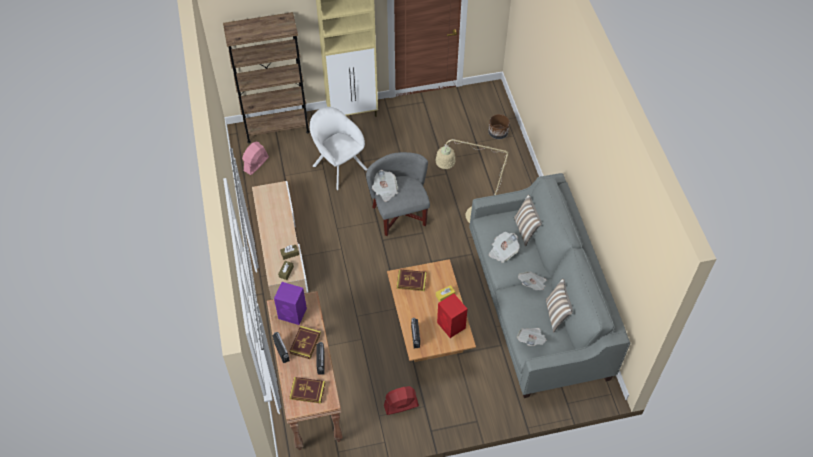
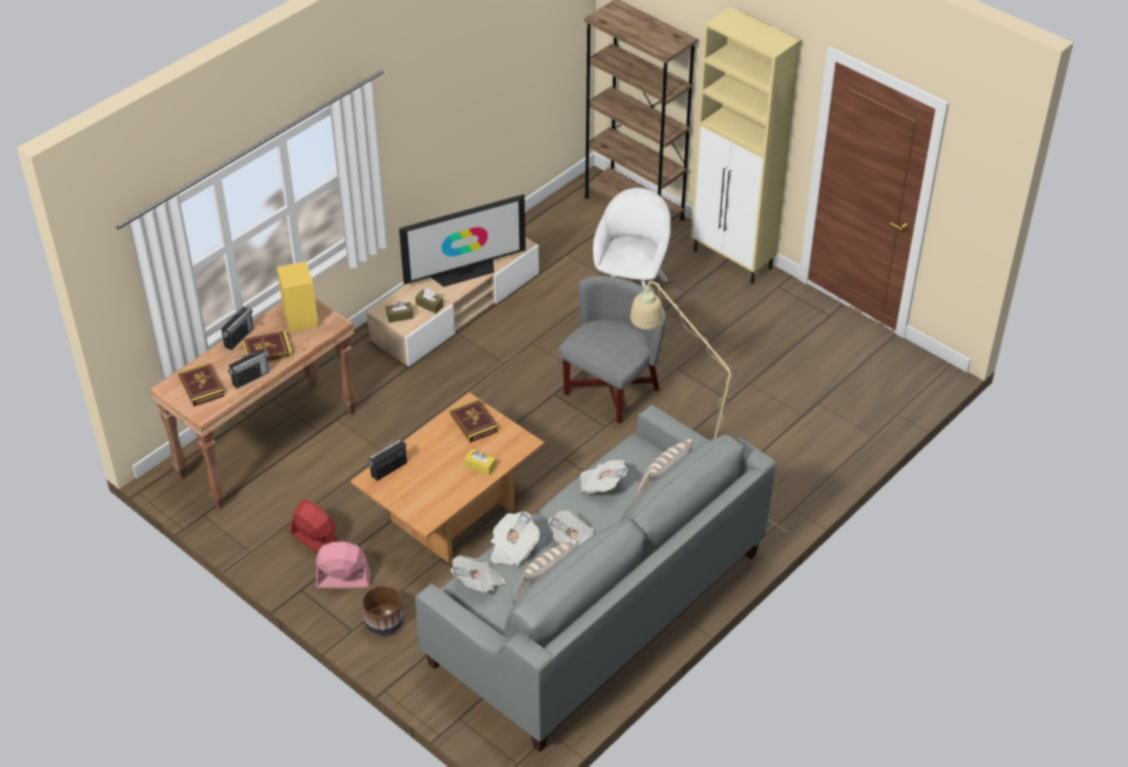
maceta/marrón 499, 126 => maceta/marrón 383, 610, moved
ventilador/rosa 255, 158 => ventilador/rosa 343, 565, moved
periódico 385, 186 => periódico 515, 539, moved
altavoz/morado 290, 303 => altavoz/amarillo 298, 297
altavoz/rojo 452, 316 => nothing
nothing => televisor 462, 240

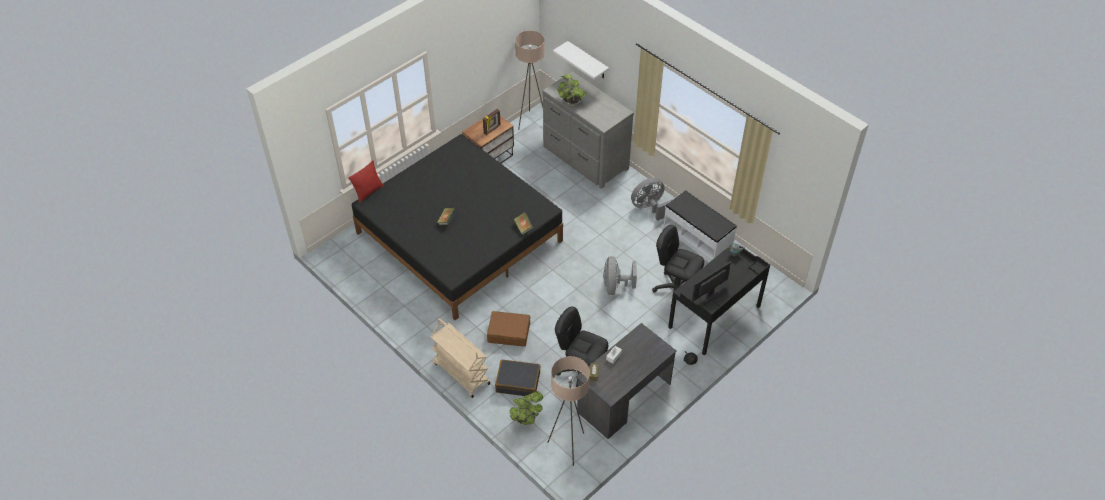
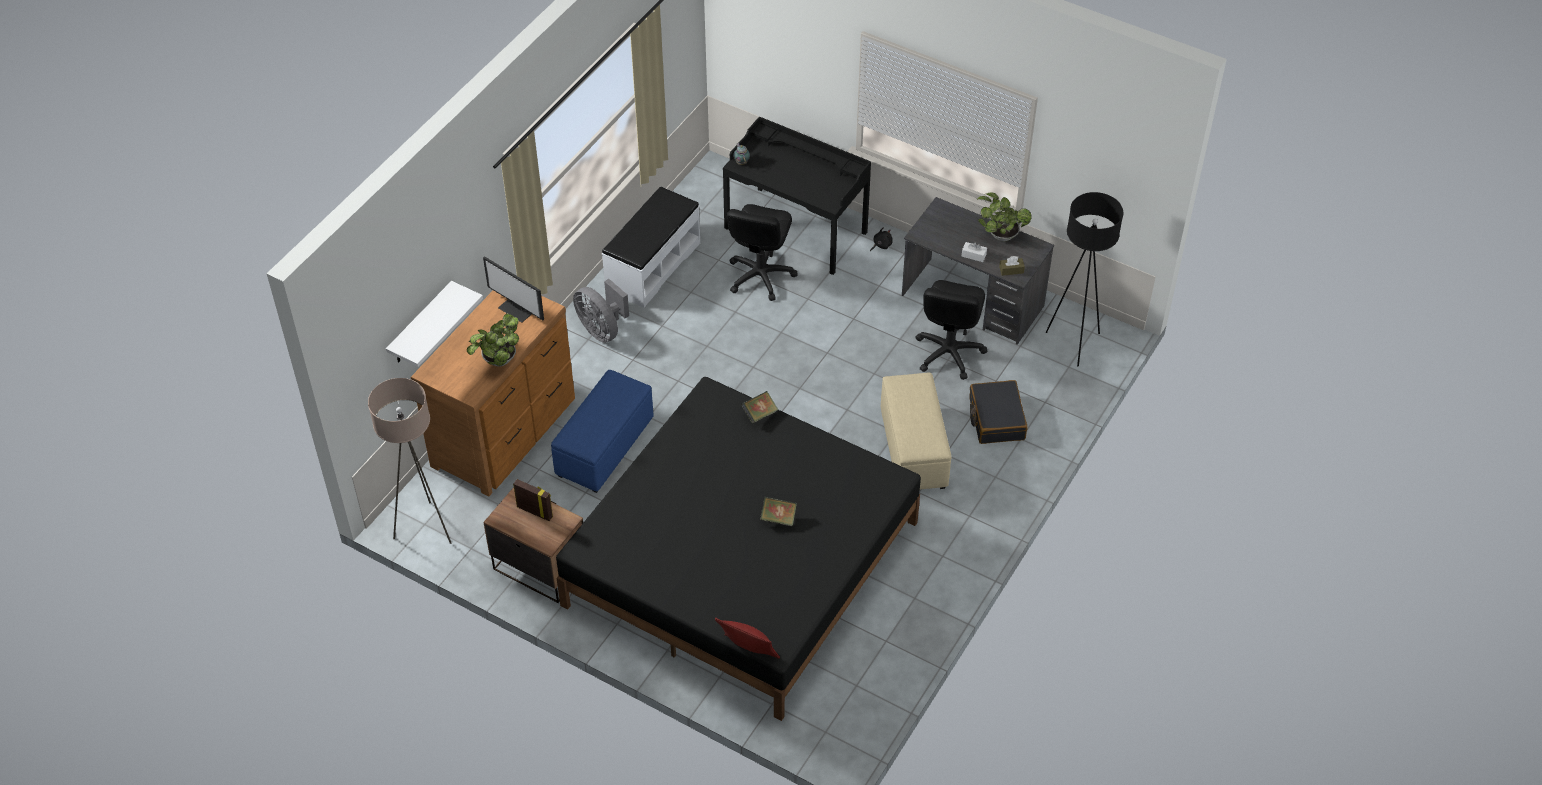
cómoda/gris 588, 130 => cómoda/marrón 493, 393
ventilador/gris 620, 275 => nothing
monitor 711, 282 => monitor 513, 289, moved
maleta/marrón 508, 329 => puf/beis 916, 430
carrito/beis 460, 358 => nothing
lámpara de pie/beis 568, 411 => lámpara de pie/negro 1084, 279
planta en maceta 526, 408 => planta en maceta 1004, 217, moved
nothing => puf/azul 602, 431

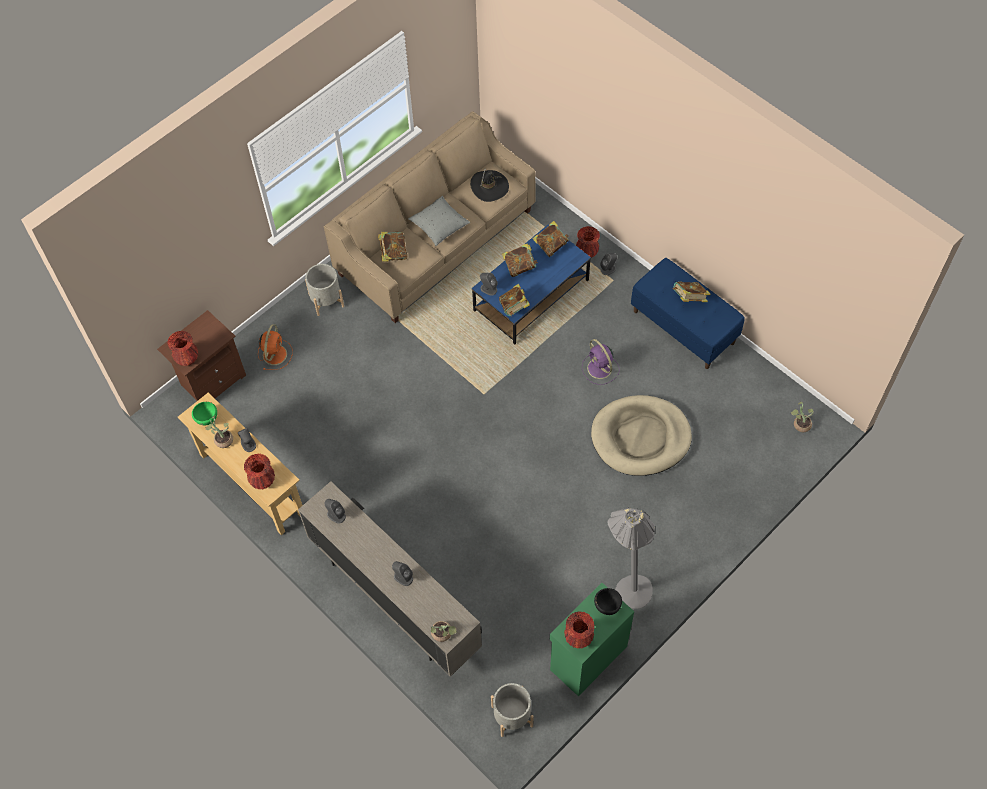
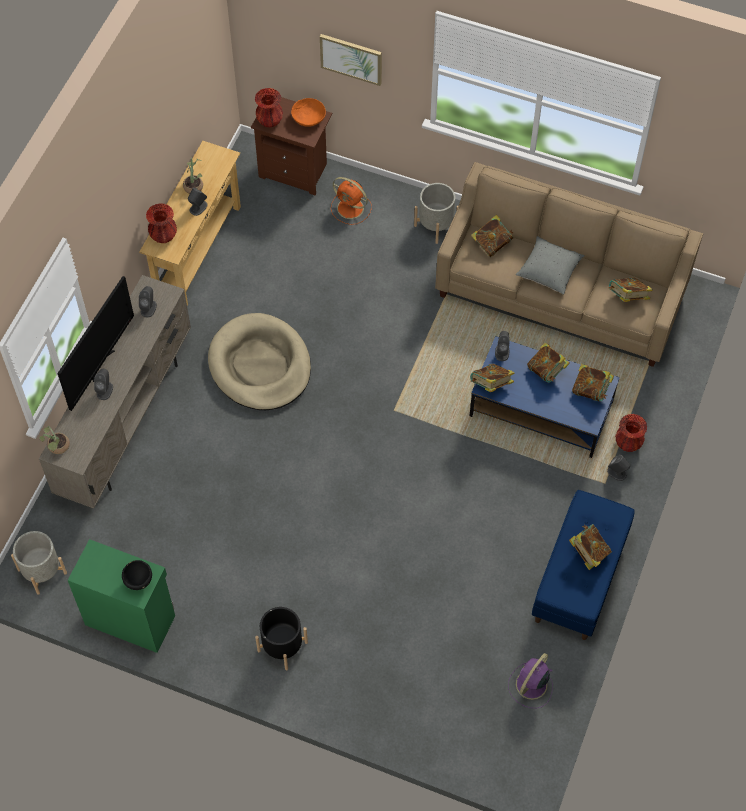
sombrero/negro 489, 185 => libro 631, 289
ventilador/naranja 275, 347 => ventilador/naranja 351, 201, 45 degrees clockwise
ventilador/morado 601, 362 => ventilador/morado 530, 680, moved
cama para perro/beis 641, 435 => cama para perro/beis 259, 361, moved
cuenco/verde 204, 414 => nothing
planta en maceta 802, 417 => nothing
lámpara de pie/gris 631, 558 => nothing
florero/rojo 579, 629 => nothing
nothing => cuadro 351, 60
nothing => cuenco/naranja 308, 112
nothing => televisor 95, 343
nothing => maceta/negro 281, 638

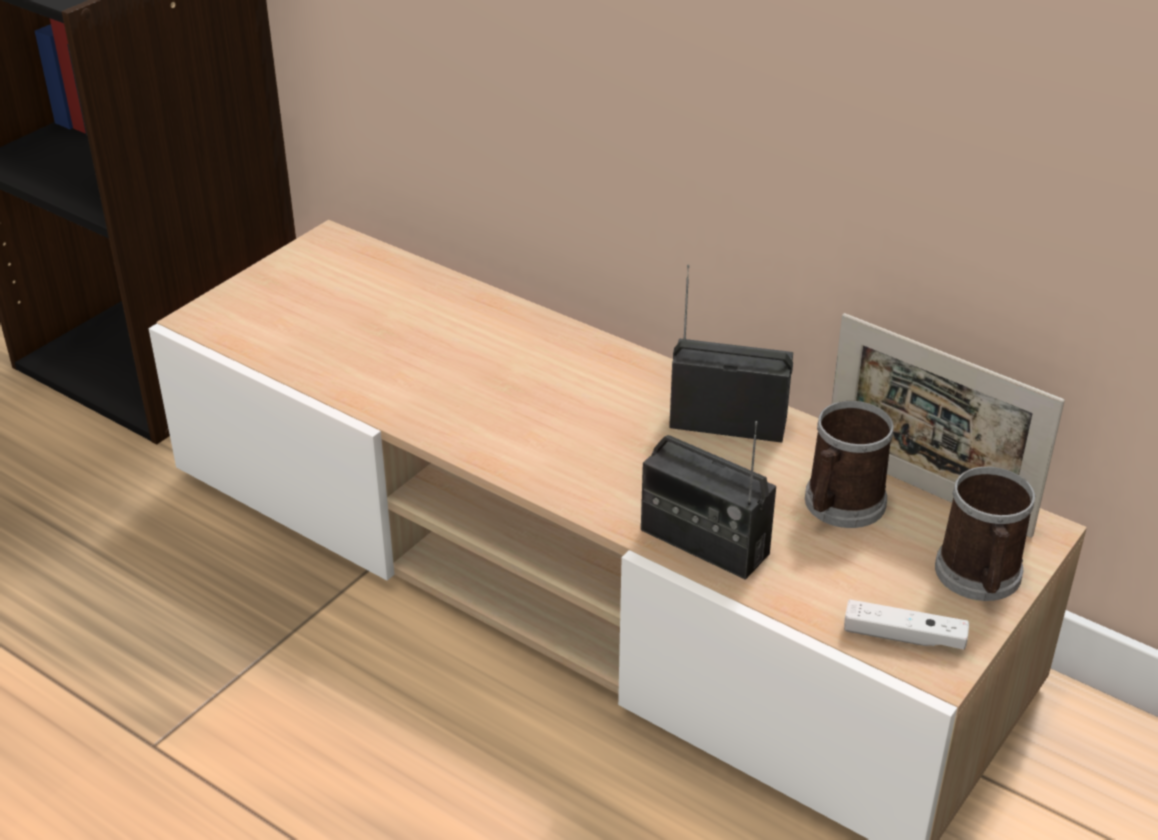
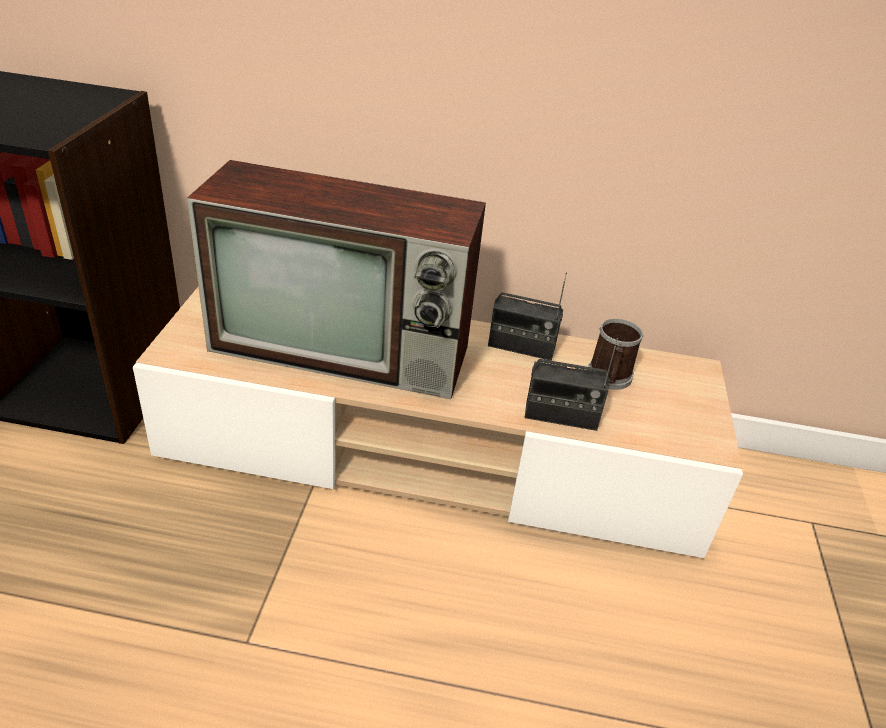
radio 731, 354 => radio 527, 317, 150 degrees counterclockwise
portarretratos 948, 425 => nothing
taza grande 985, 534 => nothing
mando de consola/blanco 906, 624 => nothing
nothing => televisor 336, 279

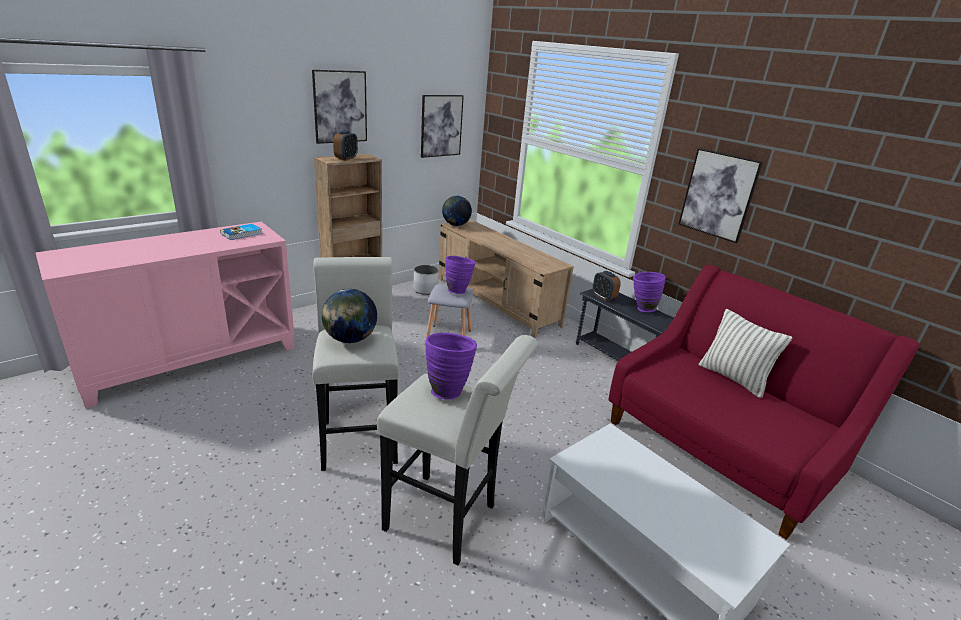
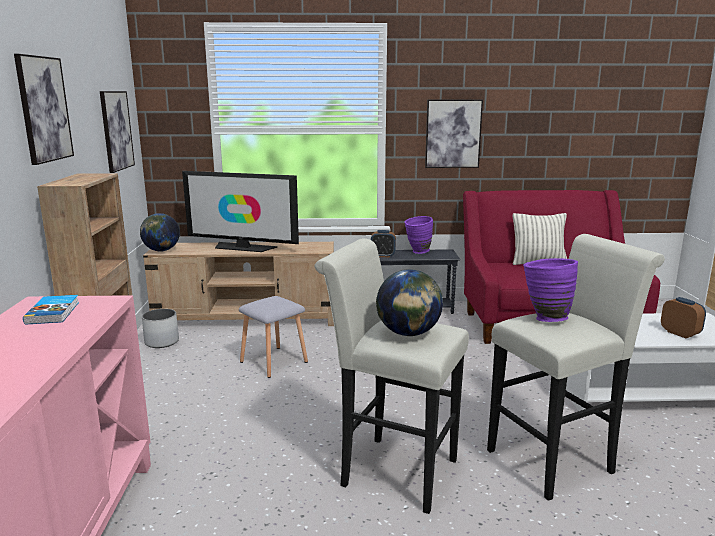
despertador 345, 145 => despertador 683, 317, moved
florero/morado 460, 275 => nothing
nothing => televisor 240, 211

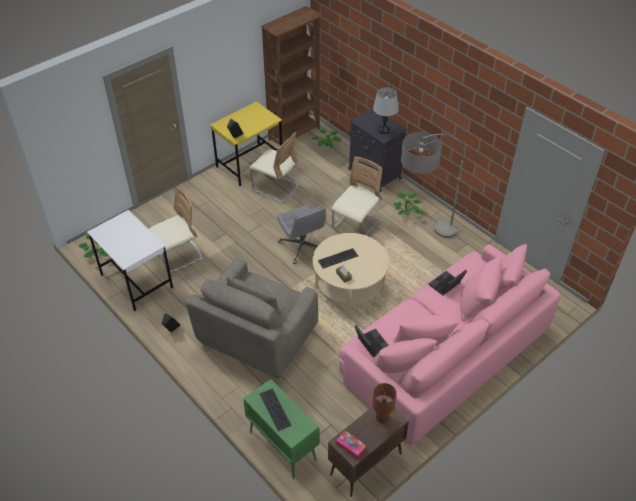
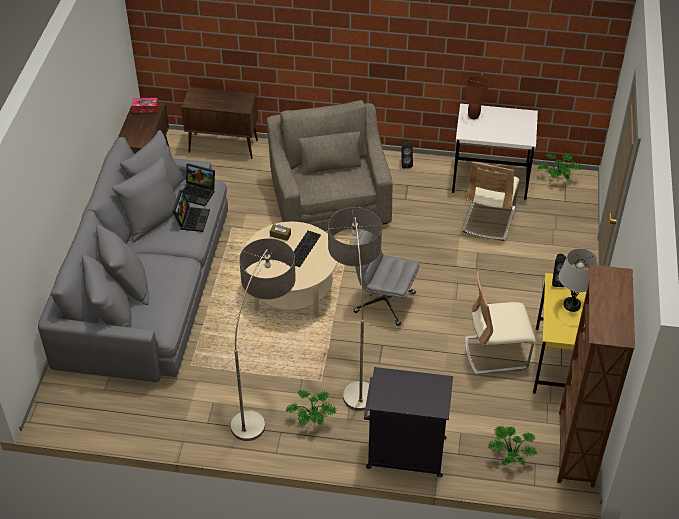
lámpara de mesa/gris 386, 111 => lámpara de mesa/gris 578, 280, moved
silla/beis 357, 196 => lámpara de pie 355, 309
sofá/rosa 450, 344 => sofá/gris 133, 256
portátil 447, 283 => portátil 191, 211, moved
armario/verde 281, 429 => armario/marrón 219, 123
lámpara de mesa/marrón 384, 403 => lámpara de mesa/marrón 476, 97, moved
teclado 275, 409 => nothing

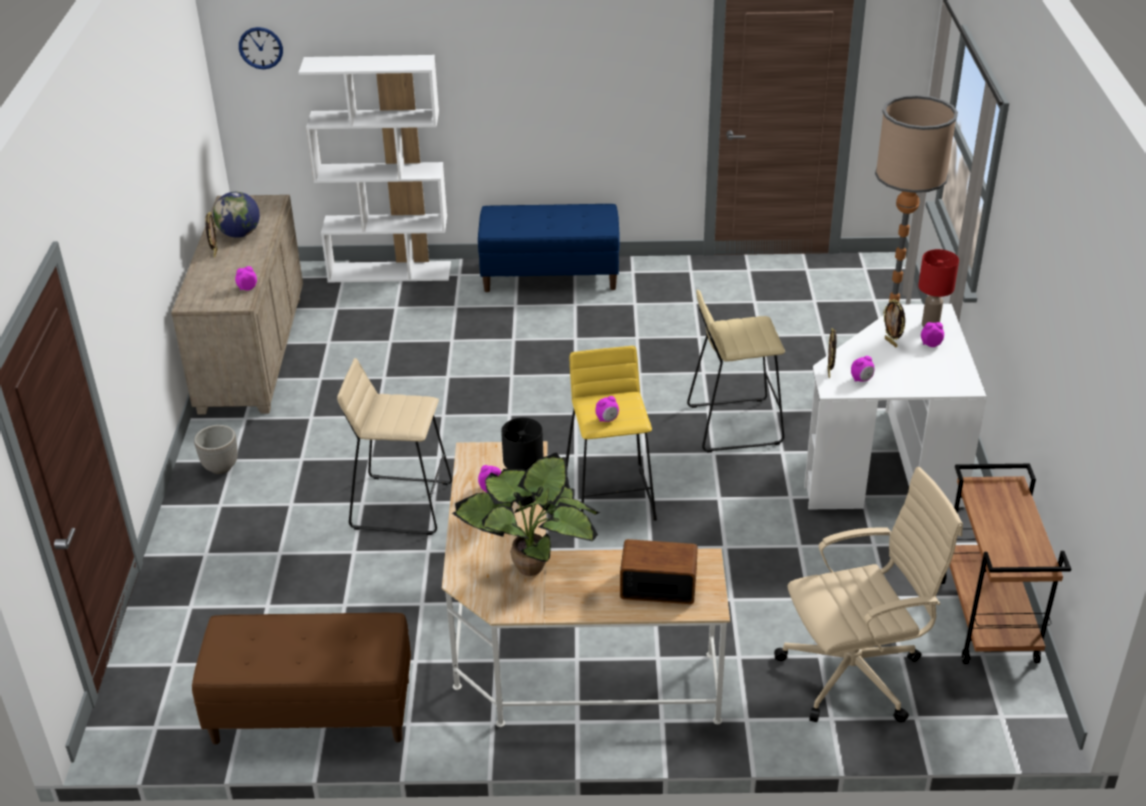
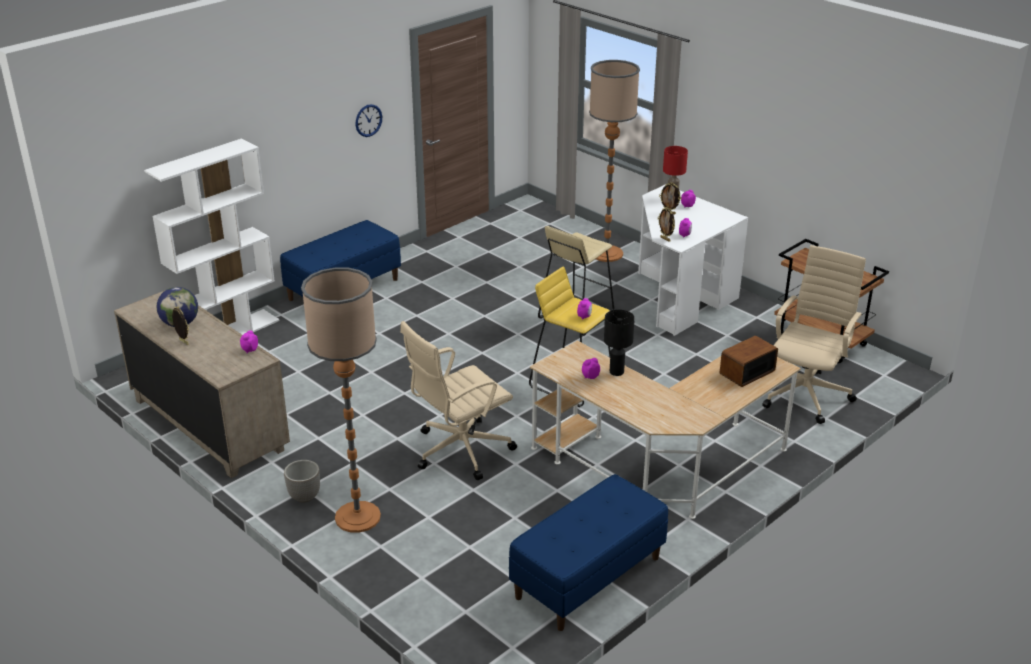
reloj de pared 261, 48 => reloj de pared 368, 120, moved
taburete/beis 394, 446 => silla de oficina/beis 458, 400
planta en maceta 526, 514 => nothing
banco/marrón 301, 679 => banco/azul 588, 552
nothing => lámpara de pie 341, 400

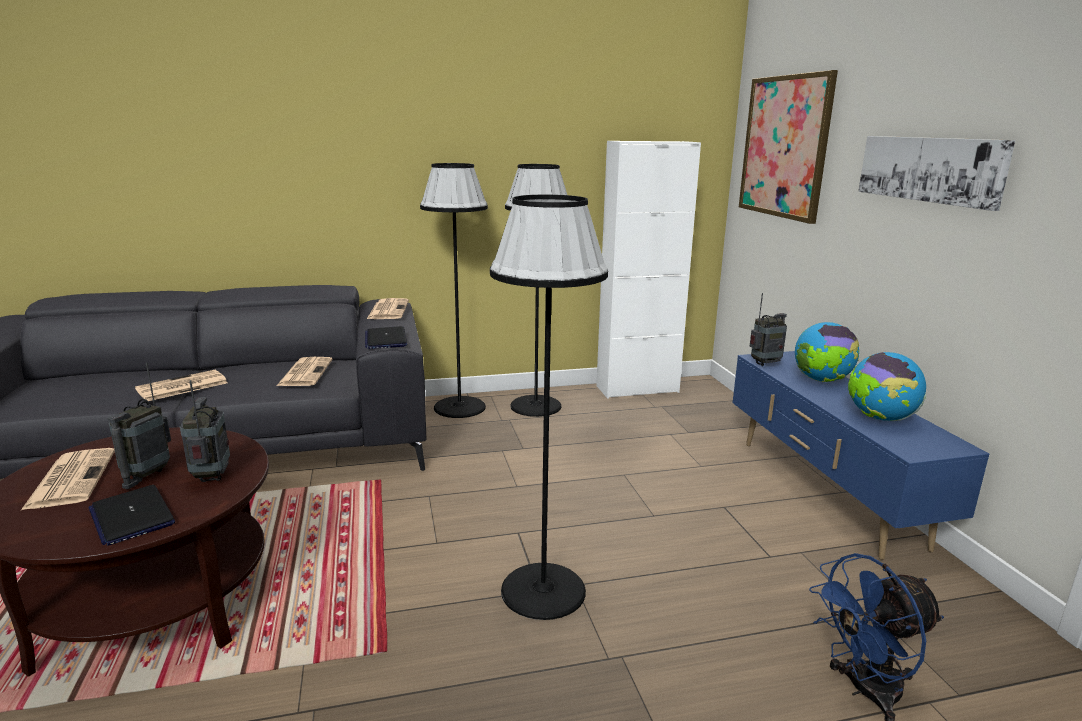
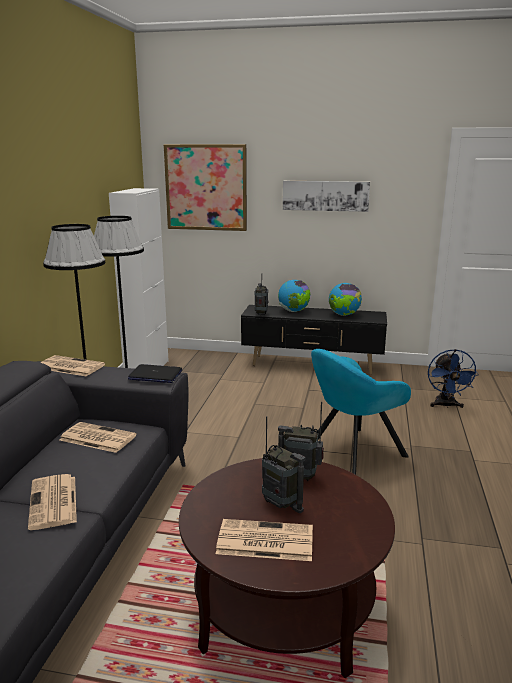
lámpara de pie/negro 549, 407 => sillón/turquesa 361, 412
mueble de televisión/azul 861, 455 => mueble de televisión/negro 314, 340
portátil 131, 515 => nothing

